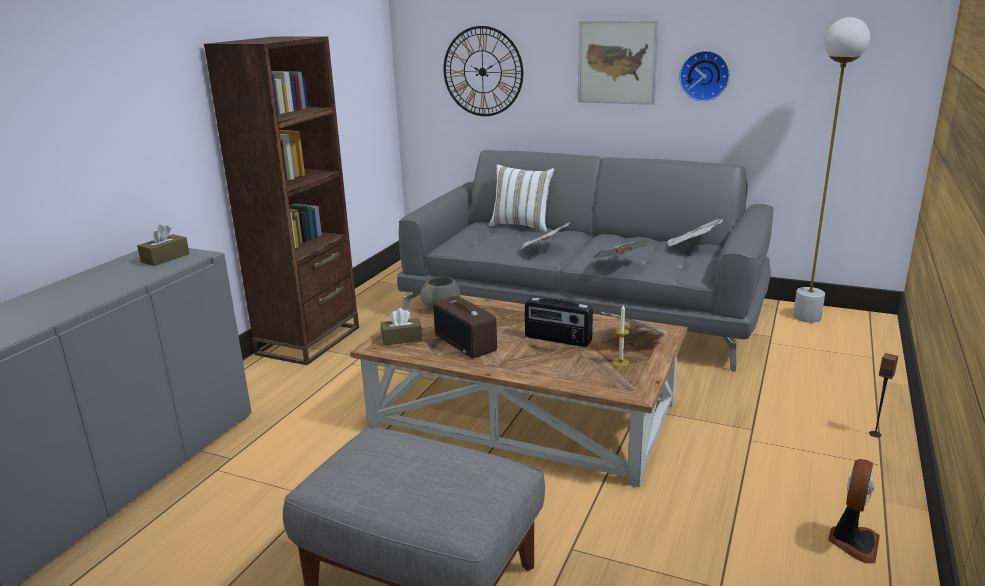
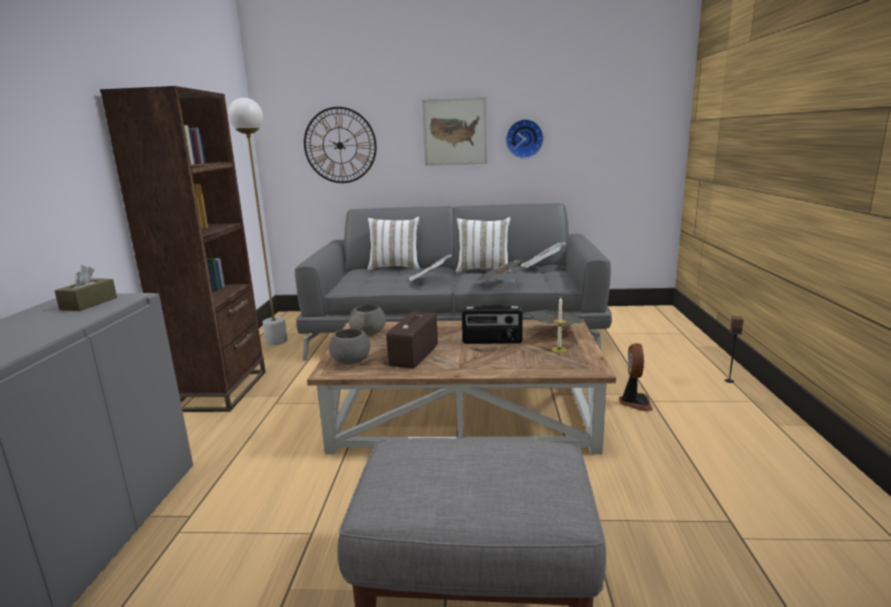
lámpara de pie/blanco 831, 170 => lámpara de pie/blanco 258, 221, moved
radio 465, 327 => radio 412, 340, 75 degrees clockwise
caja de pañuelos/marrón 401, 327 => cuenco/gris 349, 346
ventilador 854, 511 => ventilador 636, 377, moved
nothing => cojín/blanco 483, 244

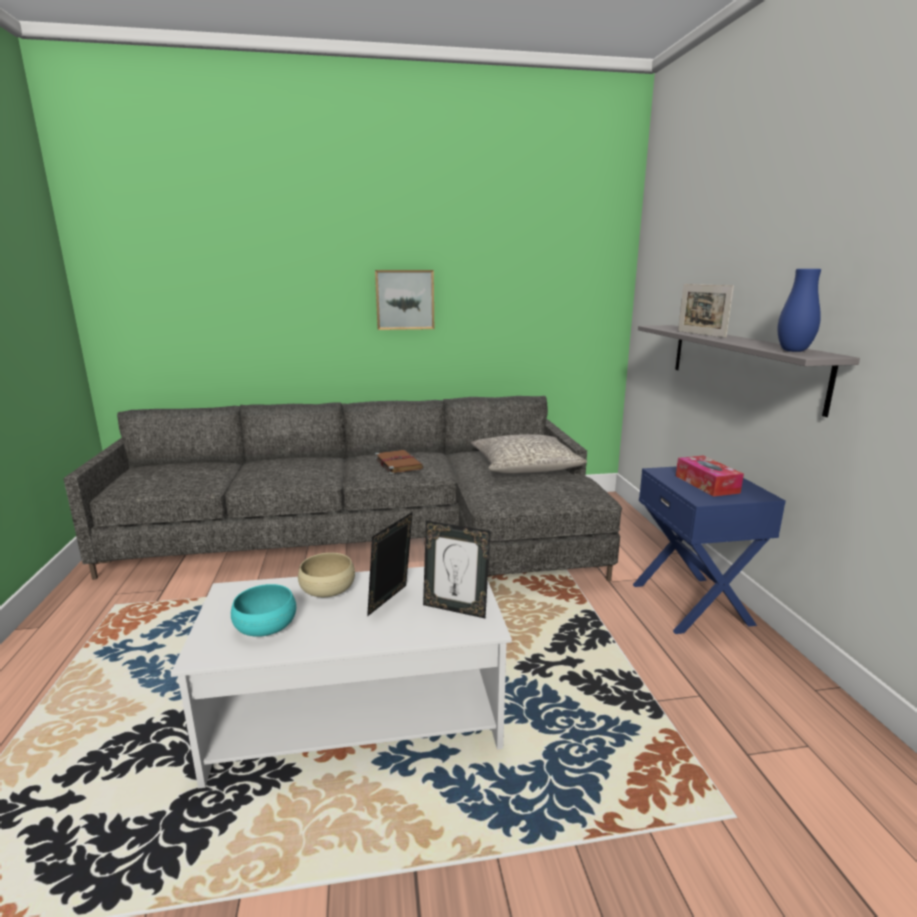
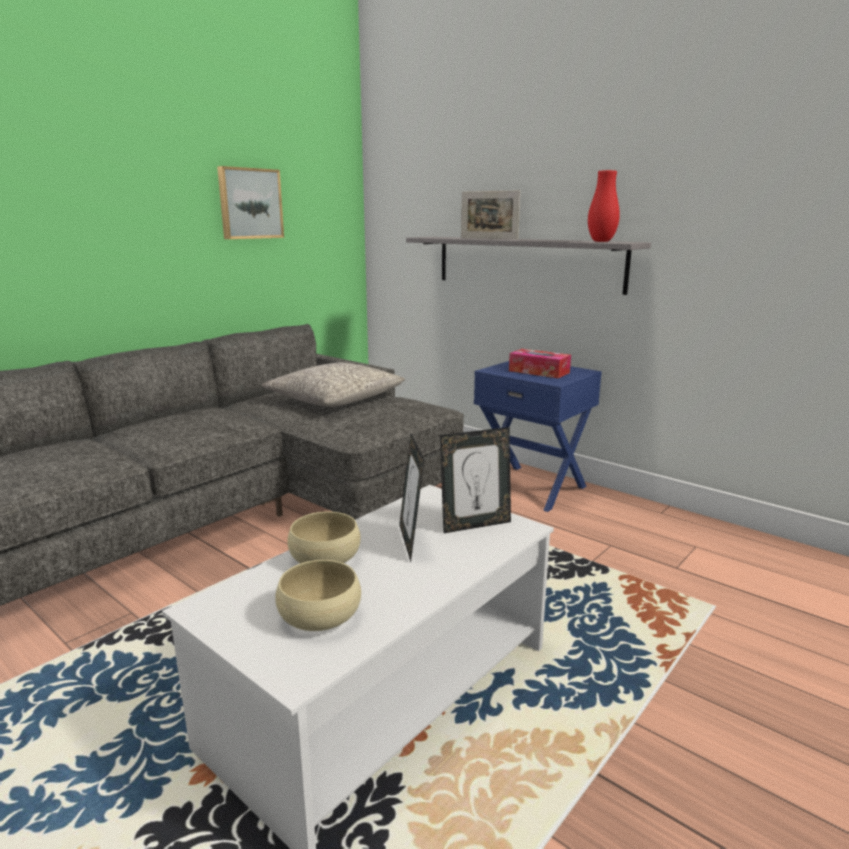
florero/azul 799, 310 => florero/rojo 604, 206
cuadro 404, 300 => cuadro 250, 202, moved
libro/marrón 399, 462 => nothing
cuenco/turquesa 263, 610 => cuenco/beis 318, 595

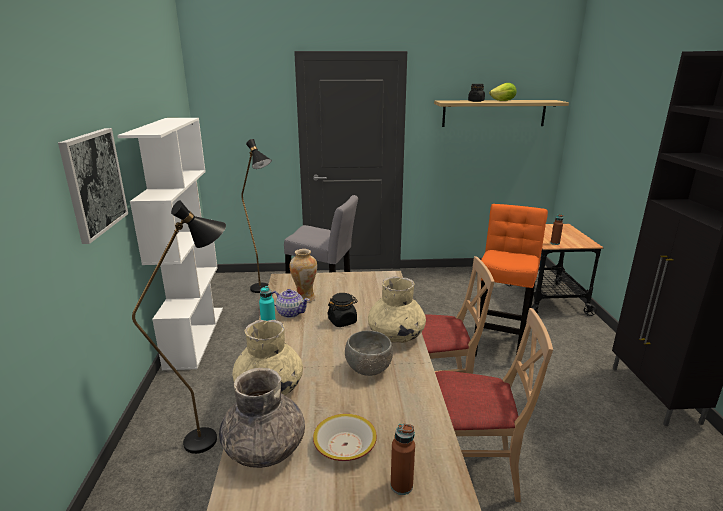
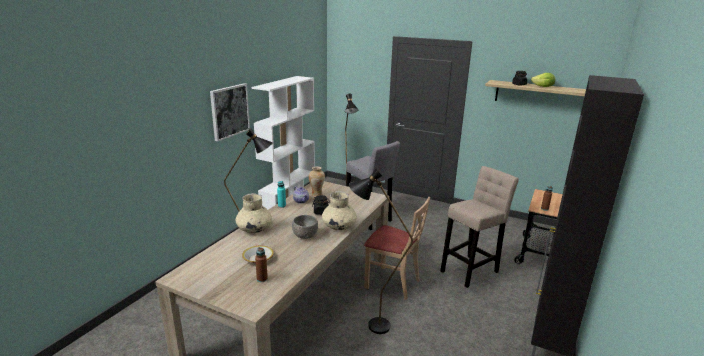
taburete/naranja 511, 280 => taburete/beis 479, 227
silla/beis 494, 405 => lámpara de pie/negro 381, 250
florero/gris 262, 418 => nothing

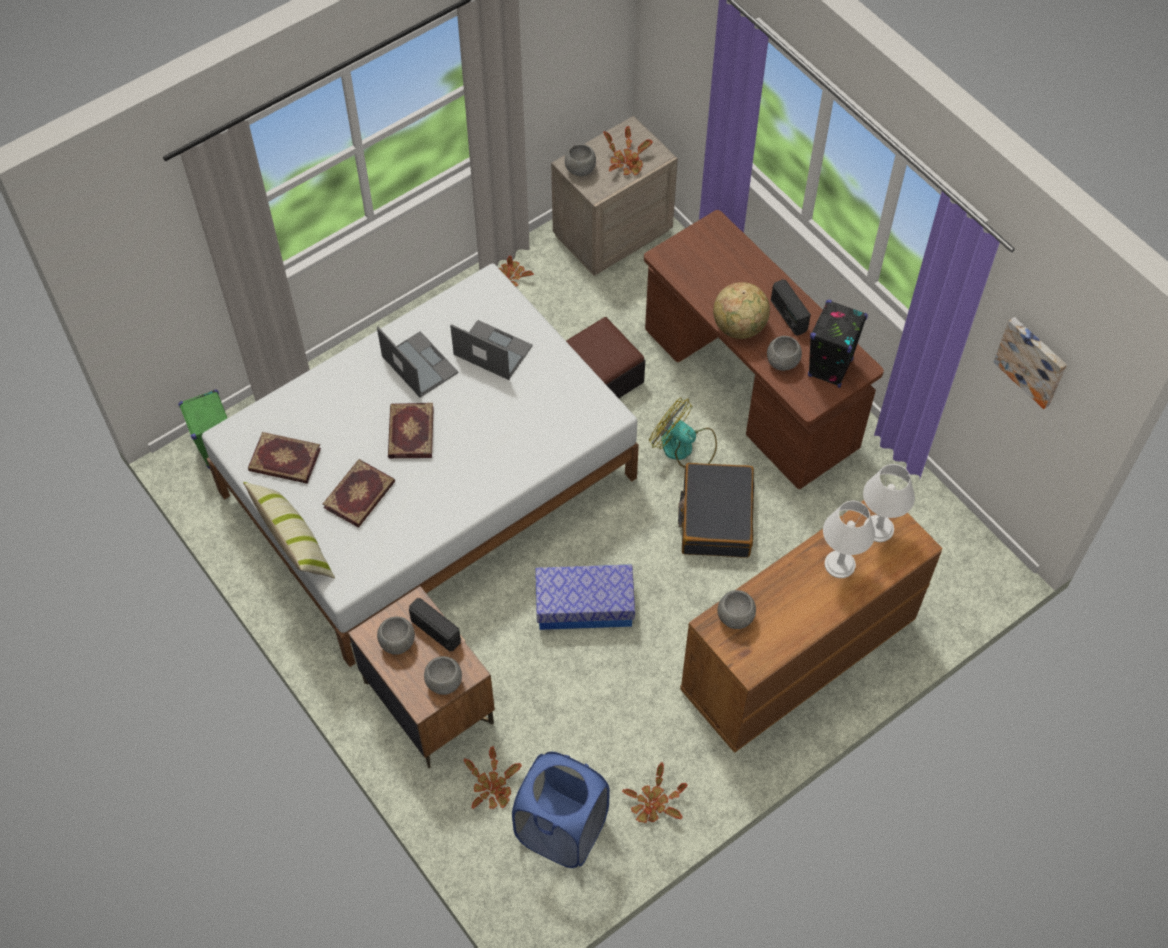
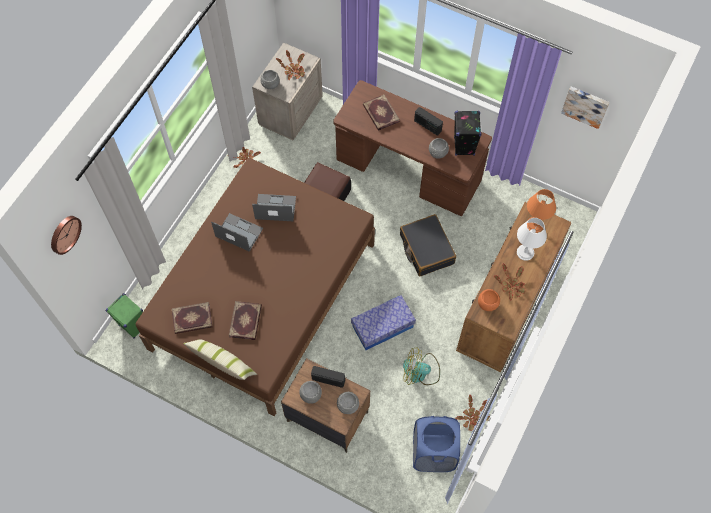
cama/blanco 420, 465 => cama/marrón 255, 287
globo terráqueo 741, 310 => nothing
ventilador 683, 433 => ventilador 421, 366, moved
libro 411, 431 => libro 381, 112, moved
lámpara de mesa/blanco 889, 503 => lámpara de mesa/naranja 541, 211
cuenco/gris 736, 609 => cuenco/naranja 489, 300
planta en maceta 492, 777 => planta en maceta 510, 282, moved
nothing => reloj de pared 66, 235

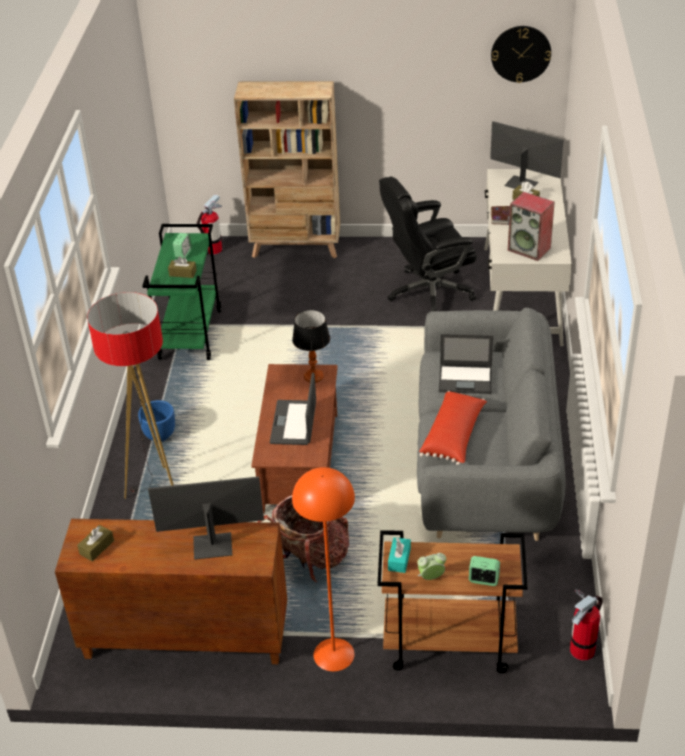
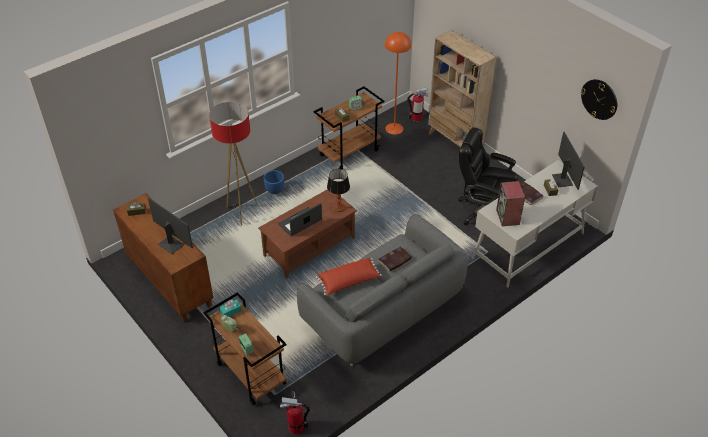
carrito/verde 181, 292 => carrito/marrón 349, 128
portátil 466, 364 => libro 395, 259
lámpara de pie/naranja 323, 569 => lámpara de pie/naranja 398, 83, moved
mochila 303, 538 => nothing

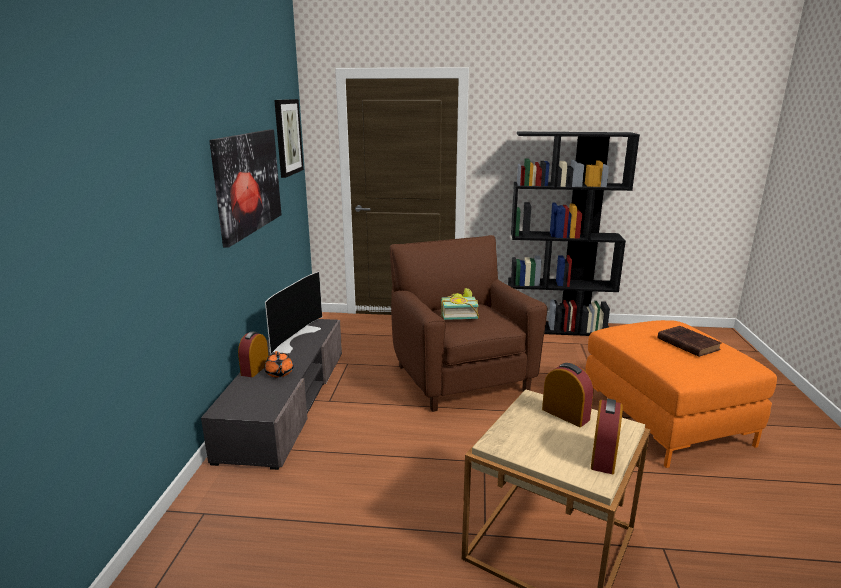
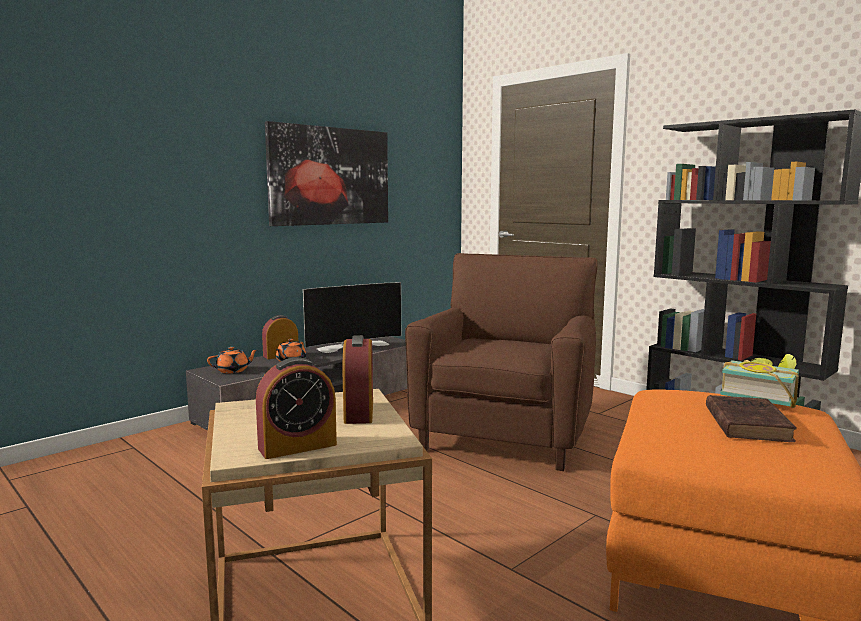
cuadro 289, 138 => nothing
libro 460, 304 => libro 759, 381, moved
nothing => tetera/naranja 233, 360

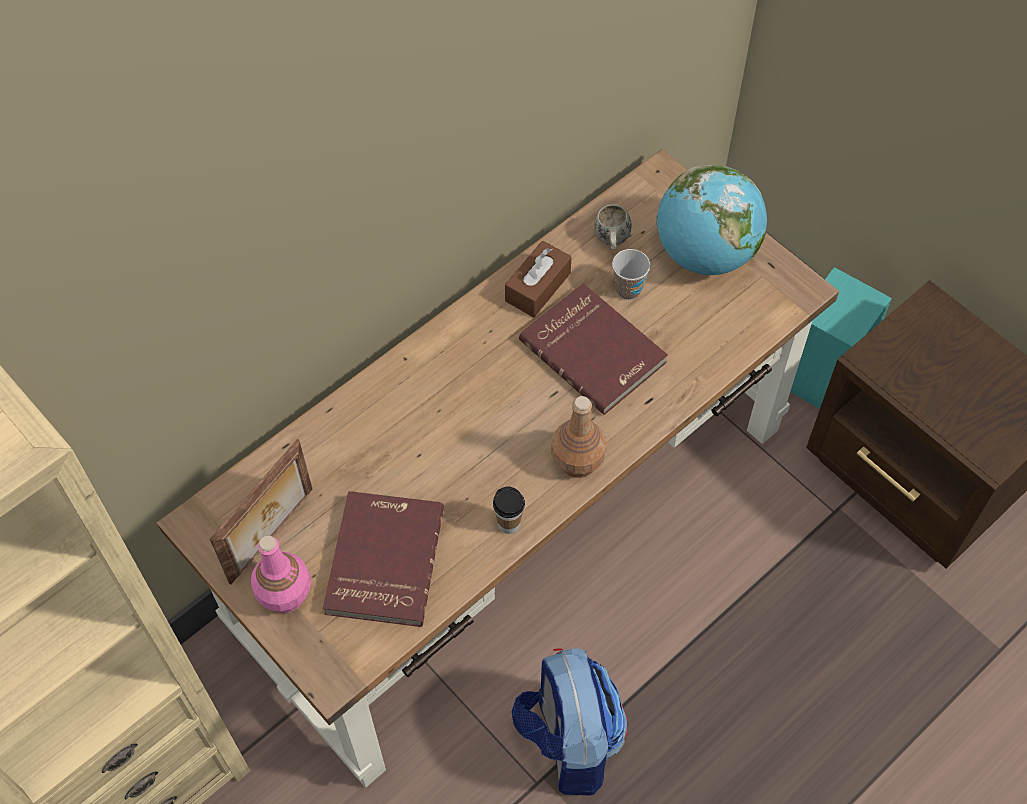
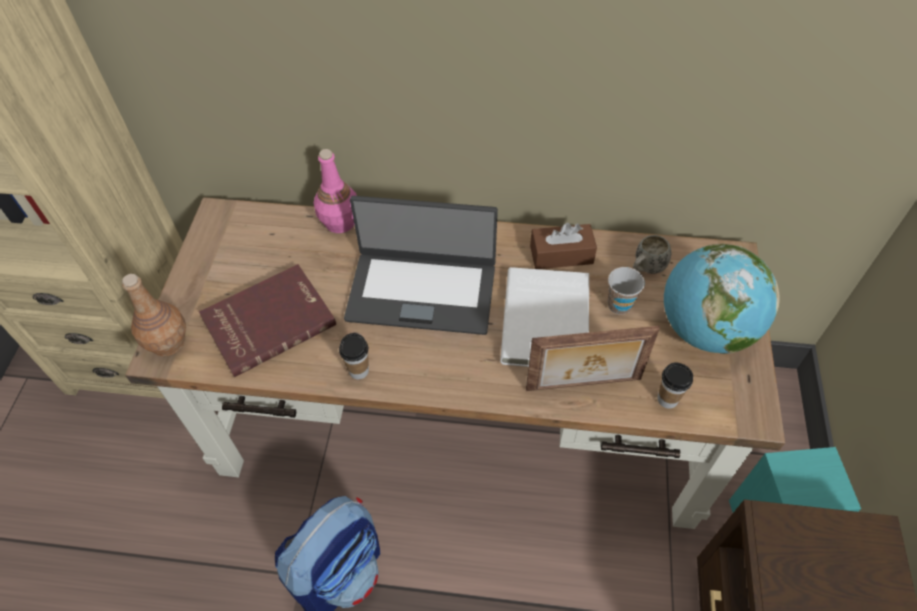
libro/rojo 593, 349 => libro/blanco 544, 317
botella/marrón 578, 437 => botella/marrón 154, 315, moved
portarretratos 261, 512 => portarretratos 593, 358, moved
botella/rosa 281, 574 => botella/rosa 335, 191, moved
nothing => portátil 421, 265
nothing => taza 675, 386

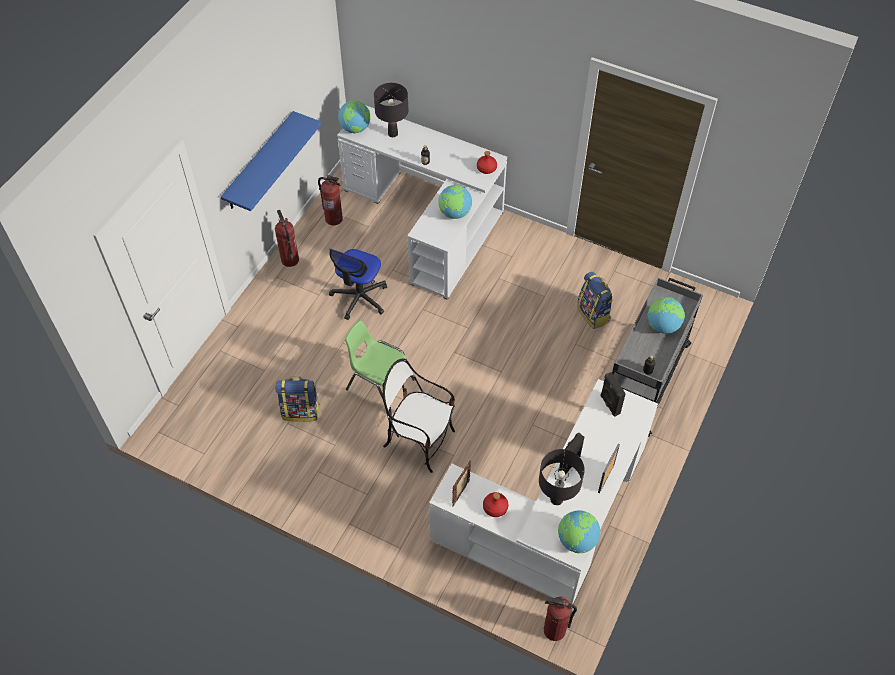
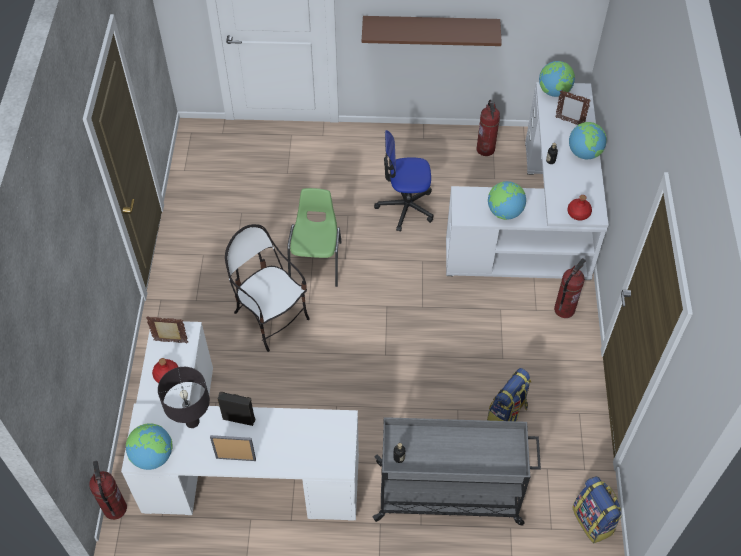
lámpara de mesa/negro 391, 110 => portarretratos 573, 107
estante/azul 271, 161 => estante/marrón 432, 31
extintor 287, 238 => extintor 570, 288, moved
globo terráqueo 666, 315 => globo terráqueo 588, 140, moved
silla 418, 415 => silla 267, 288, 45 degrees counterclockwise
altavoz/negro 613, 394 => nothing
mochila 297, 399 => mochila 597, 509, moved

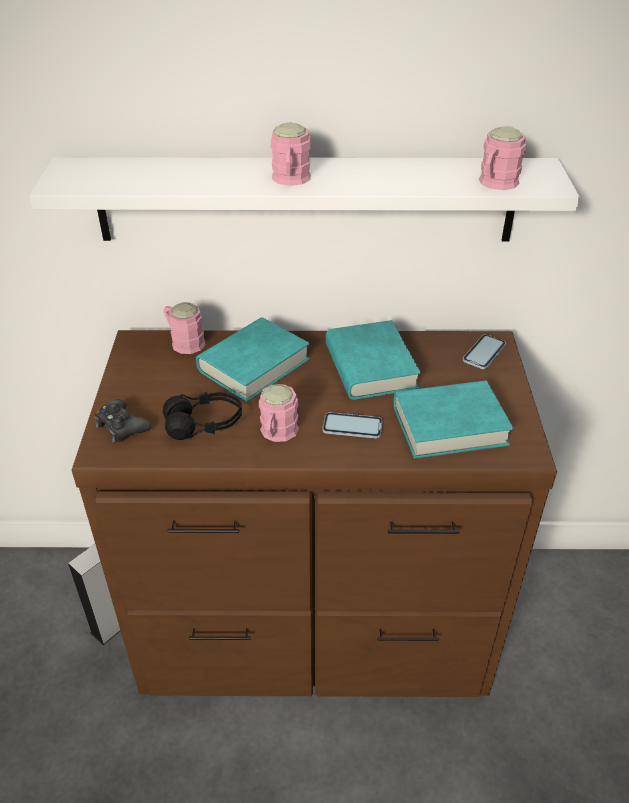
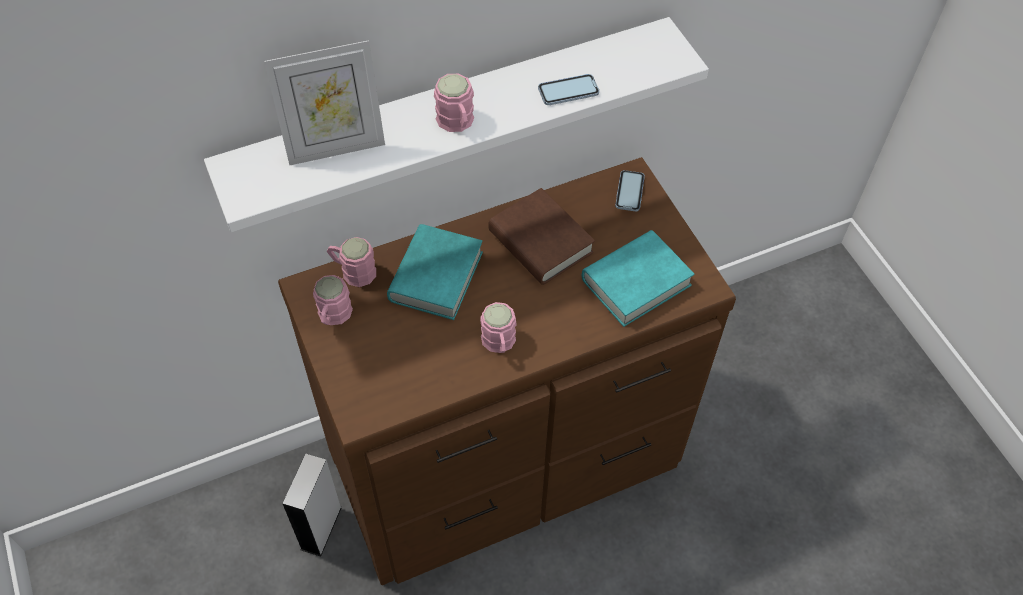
taza grande/rosa 502, 158 => taza grande/rosa 333, 300, moved
libro/turquesa 373, 360 => libro/marrón 541, 236
auriculares/negro 202, 416 => nothing
mando de consola/negro 122, 421 => nothing
móvil 352, 425 => móvil 568, 89, moved
nothing => portarretratos 324, 102

